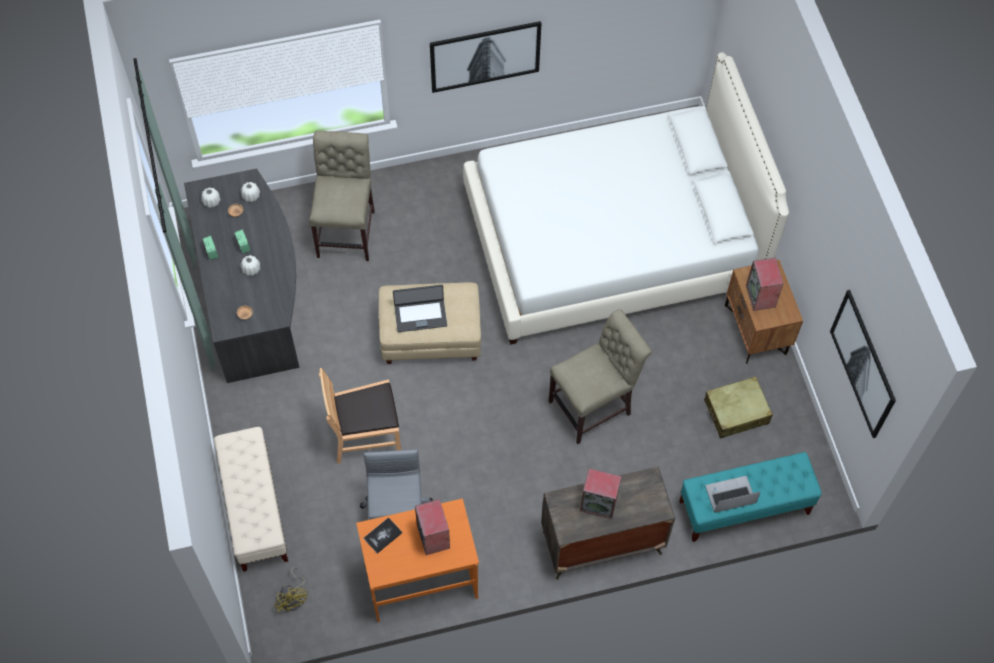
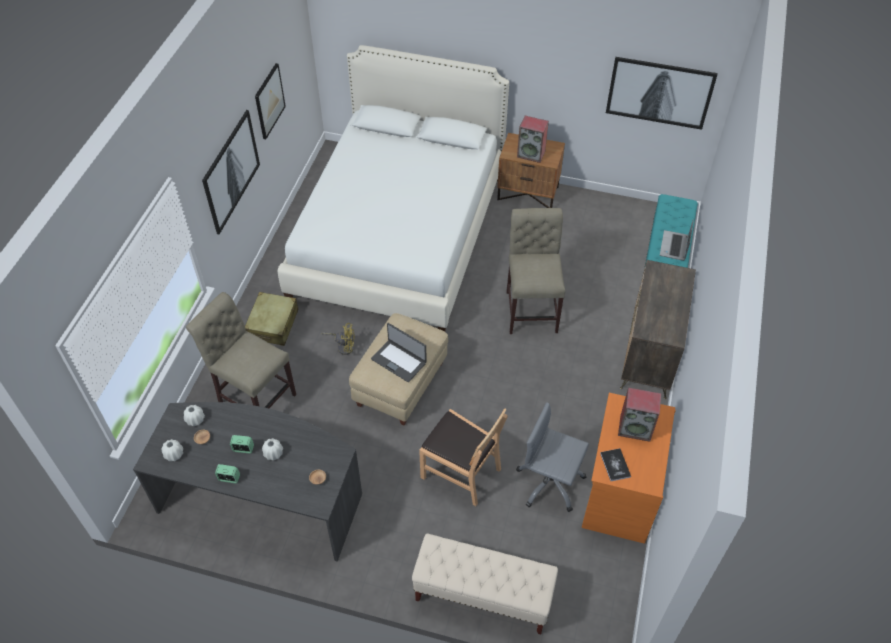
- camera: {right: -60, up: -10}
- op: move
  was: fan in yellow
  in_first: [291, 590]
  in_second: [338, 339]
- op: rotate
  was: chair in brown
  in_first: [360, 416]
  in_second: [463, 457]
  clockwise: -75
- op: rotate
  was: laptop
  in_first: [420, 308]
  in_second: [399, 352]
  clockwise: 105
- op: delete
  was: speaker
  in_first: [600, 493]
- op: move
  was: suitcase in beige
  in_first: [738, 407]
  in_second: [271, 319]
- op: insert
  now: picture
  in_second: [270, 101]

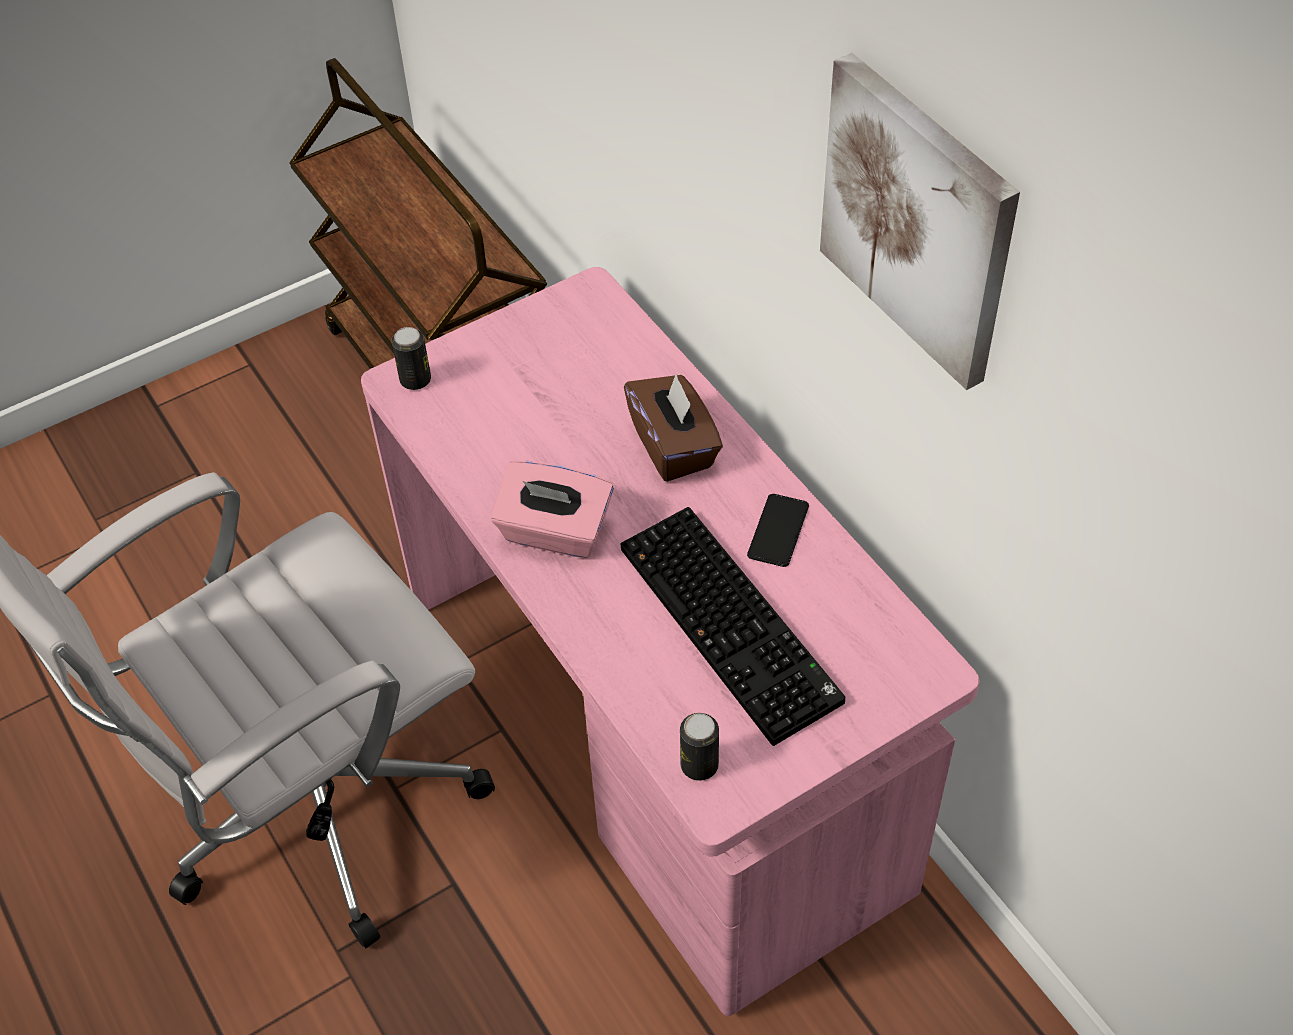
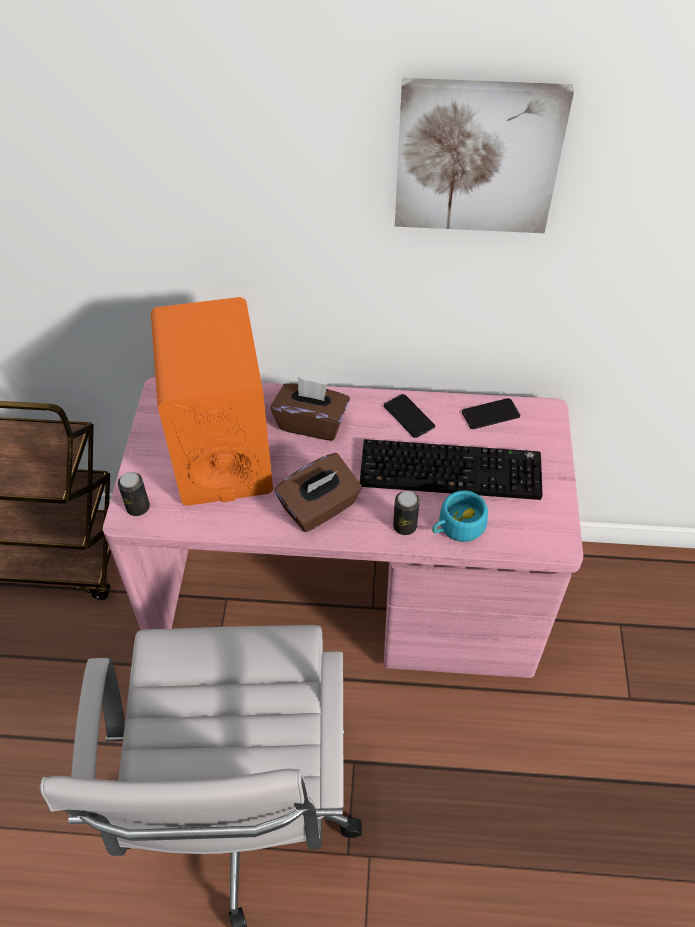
- camera: {right: -55, up: 0}
- op: recolor
  was: tissue box in pink
  now: tissue box in brown
  in_first: [552, 509]
  in_second: [318, 492]
- op: move
  was: can
  in_first: [699, 747]
  in_second: [406, 513]
- op: insert
  now: speaker in orange
  in_second: [212, 401]
- op: insert
  now: cup in turquoise
  in_second: [460, 516]
- op: insert
  now: phone
  in_second: [491, 413]

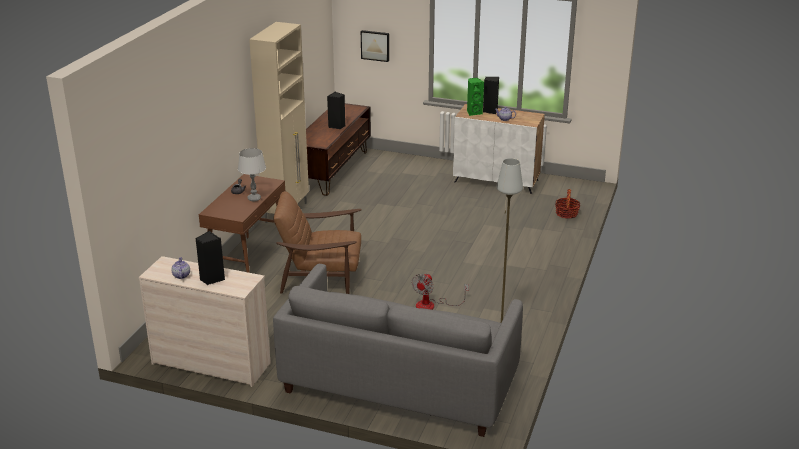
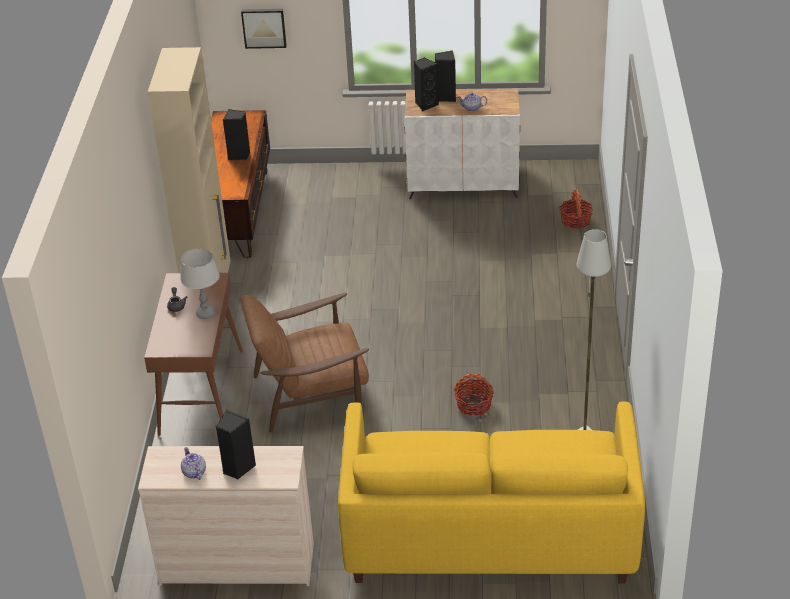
- camera: {right: -15, up: 10}
- op: recolor
  was: sofa in grey
  now: sofa in yellow
  in_first: [398, 350]
  in_second: [491, 492]
- op: replace
  was: fan
  now: basket
  in_first: [440, 291]
  in_second: [474, 395]
- op: recolor
  was: speaker in green
  now: speaker in black
  in_first: [475, 97]
  in_second: [426, 84]

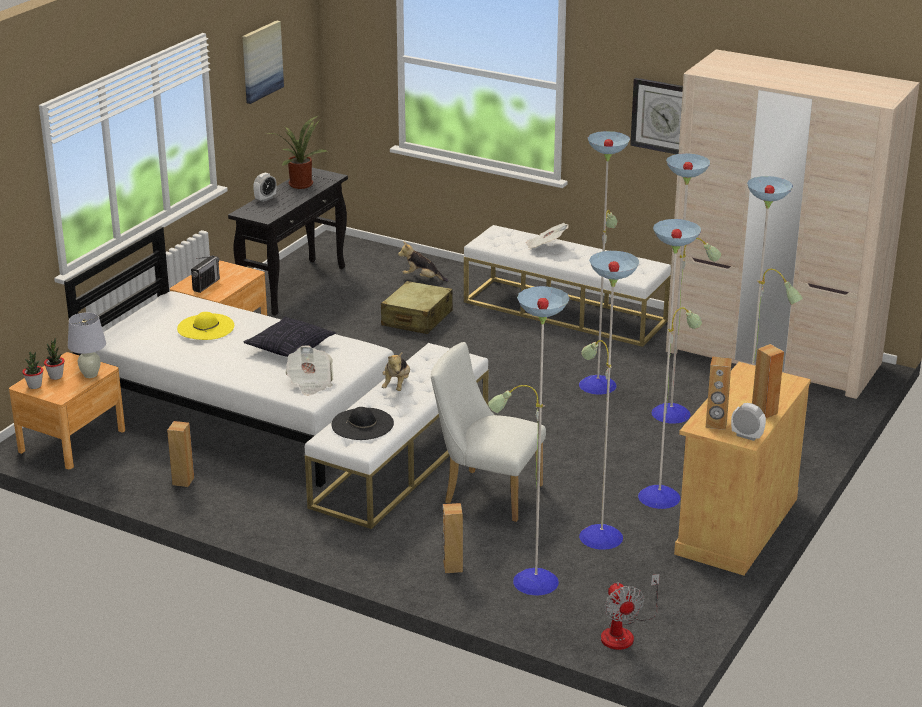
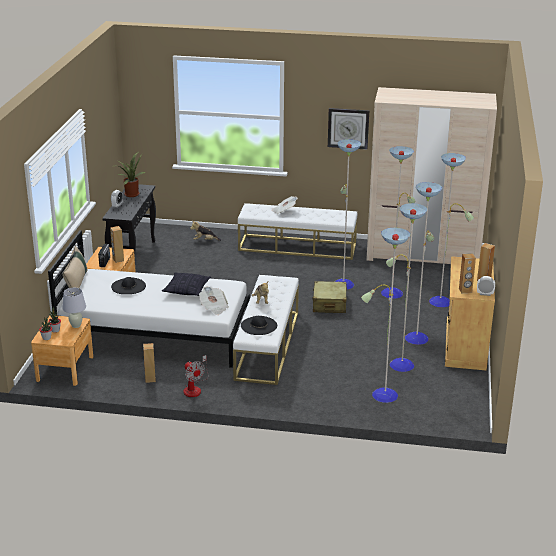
- camera: {right: -20, up: 0}
- op: recolor
  was: hat in yellow
  now: hat in black
  in_first: [205, 326]
  in_second: [128, 285]
- op: delete
  was: picture
  in_first: [263, 62]
- op: move
  was: suitcase in beige
  in_first: [417, 307]
  in_second: [329, 297]
- op: delete
  was: chair in white
  in_first: [488, 432]
- op: move
  was: speaker in brown
  in_first: [453, 538]
  in_second: [117, 244]
- op: move
  was: fan
  in_first: [630, 612]
  in_second: [196, 376]
- op: insert
  now: pillow in beige
  in_second: [75, 267]

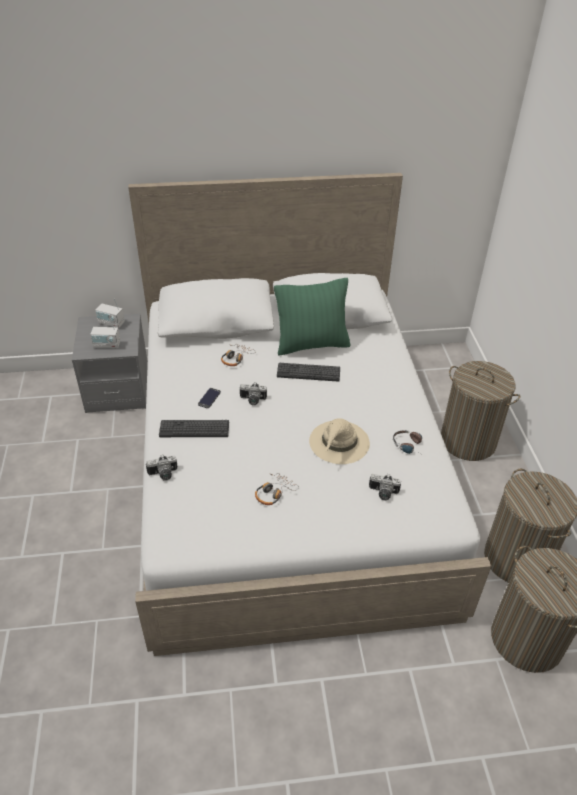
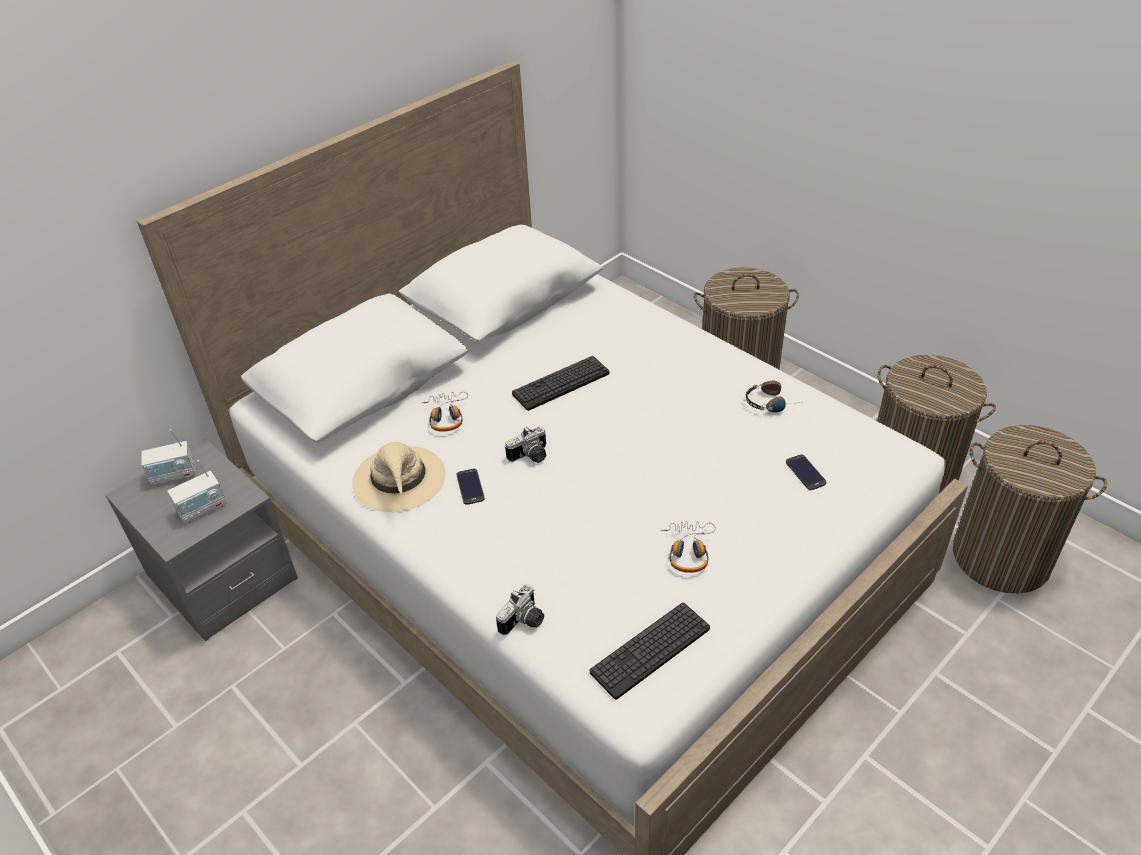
- camera: {right: -35, up: 0}
- op: move
  was: keyboard
  in_first: [194, 428]
  in_second: [650, 651]
- op: delete
  was: pillow in green
  in_first: [312, 316]
- op: move
  was: hat in beige
  in_first: [339, 441]
  in_second: [399, 477]
- op: replace
  was: photo camera
  now: phone
  in_first: [385, 487]
  in_second: [806, 472]

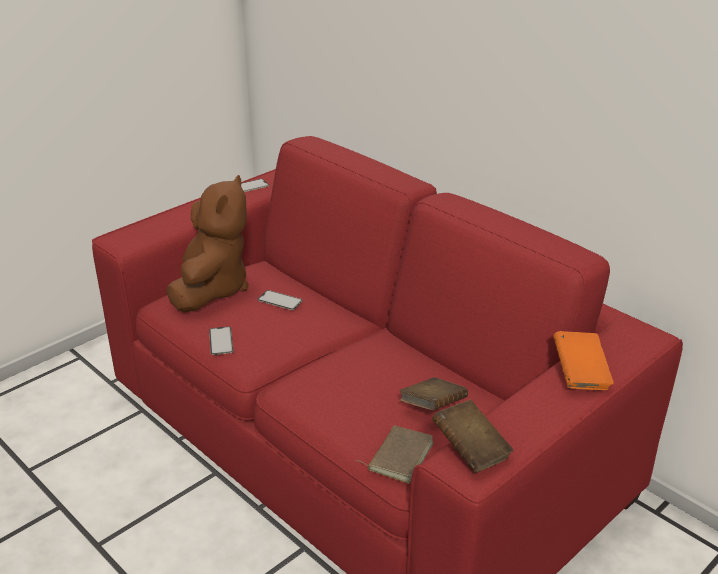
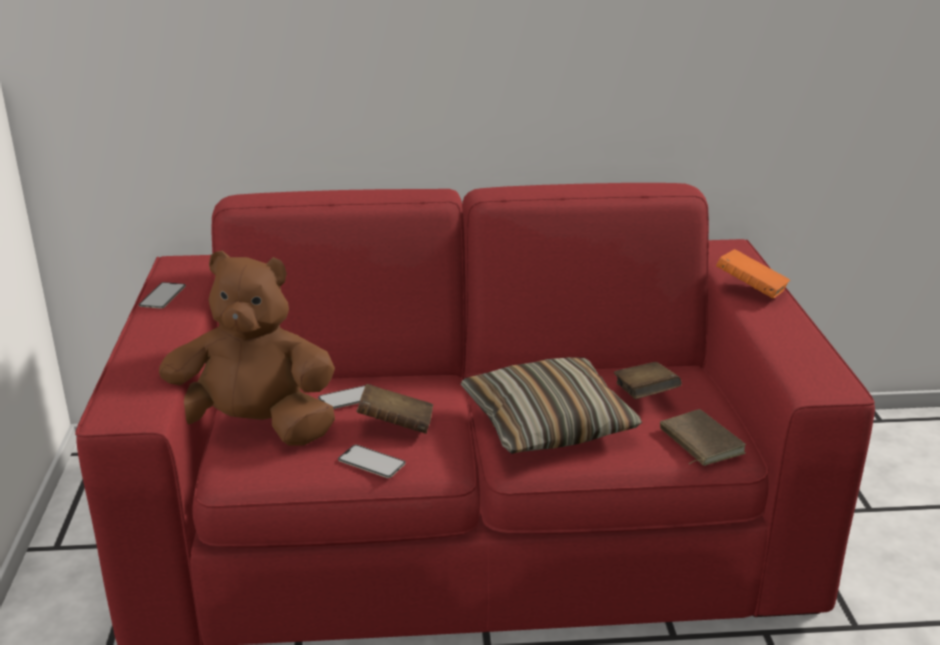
- camera: {right: -50, up: -5}
- op: rotate
  was: plush toy in brown
  in_first: [207, 243]
  in_second: [247, 348]
  clockwise: -45
- op: move
  was: book in brown
  in_first: [472, 436]
  in_second: [394, 409]
- op: insert
  now: pillow
  in_second: [551, 405]

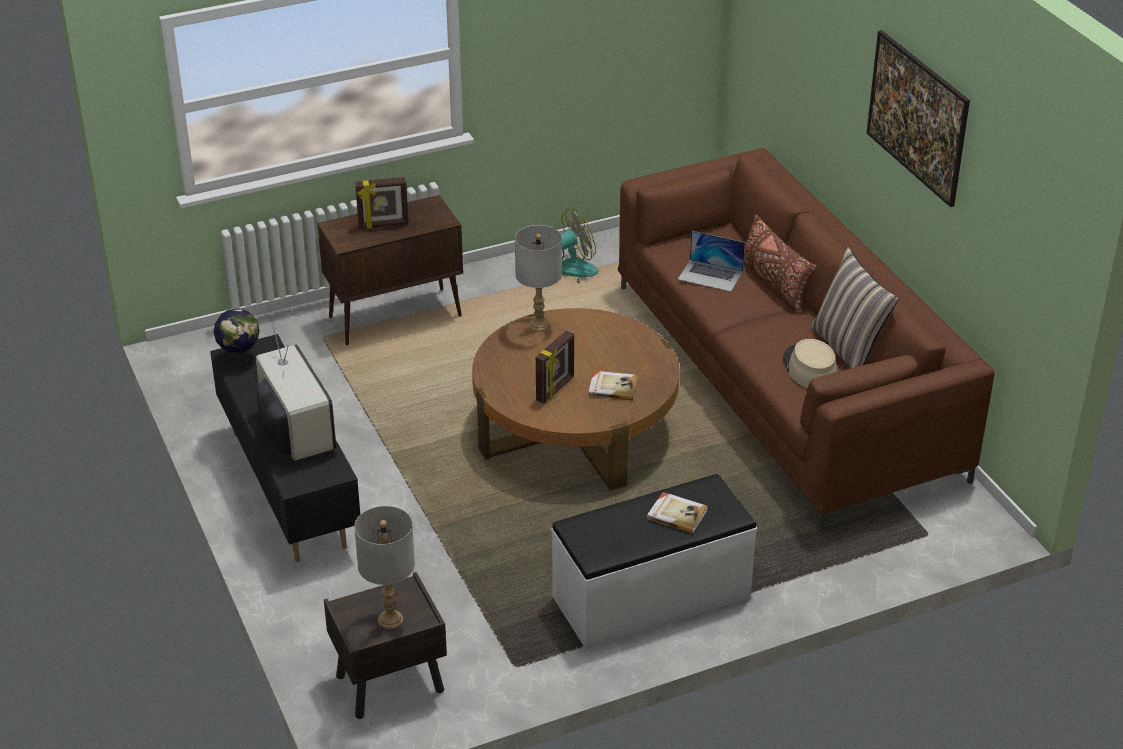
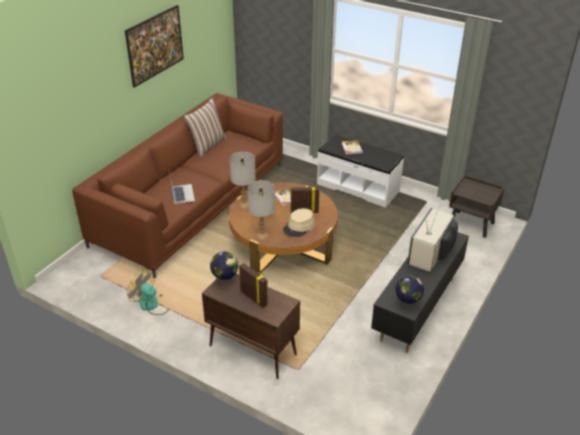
- camera: {right: -125, up: 0}
- op: move
  was: table lamp in grey
  in_first: [384, 567]
  in_second: [243, 180]
- op: delete
  was: pillow in brown
  in_first: [780, 263]
- op: move
  was: hat in beige
  in_first: [810, 363]
  in_second: [299, 222]
- op: insert
  now: globe
  in_second: [224, 271]

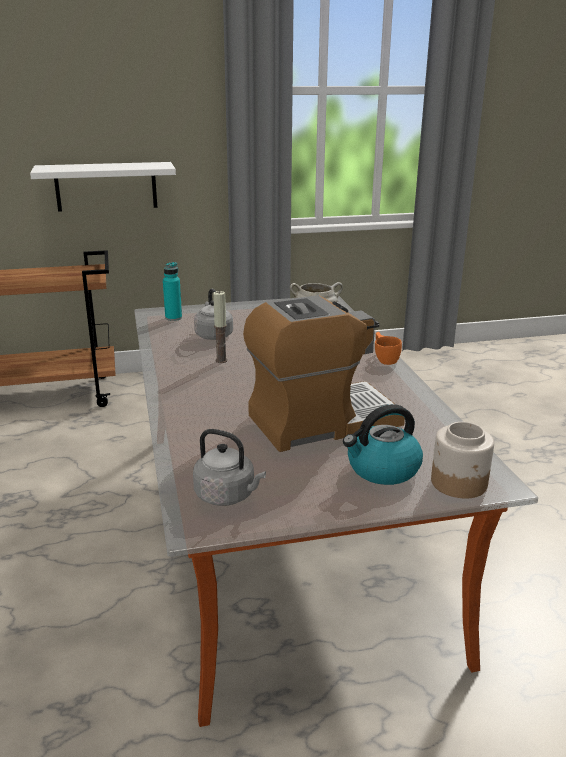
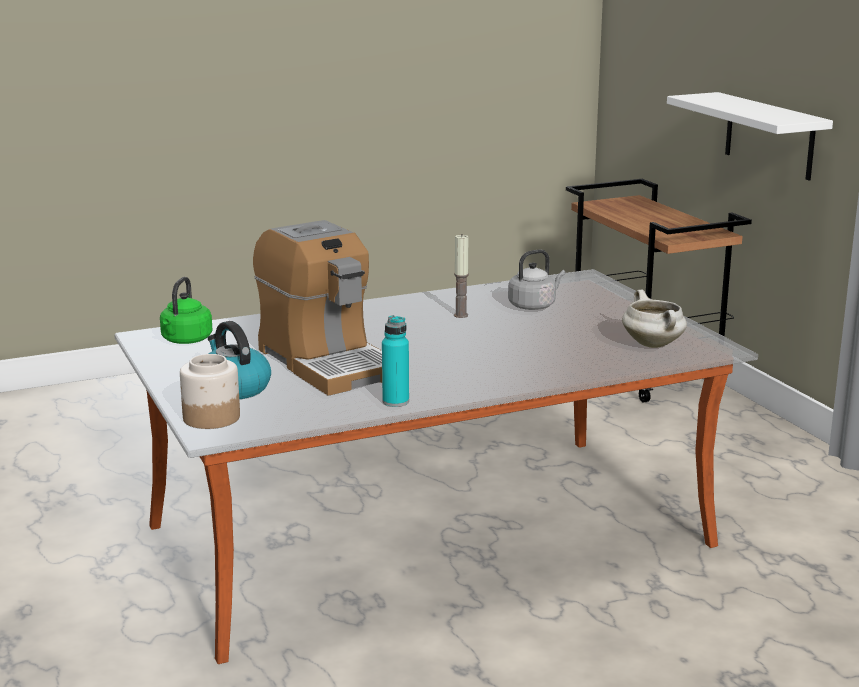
- camera: {right: 80, up: -5}
- op: move
  was: bottle in turquoise
  in_first: [172, 291]
  in_second: [395, 361]
- op: recolor
  was: kettle in grey
  now: kettle in green
  in_first: [229, 467]
  in_second: [186, 310]
- op: delete
  was: cup in orange
  in_first: [388, 348]

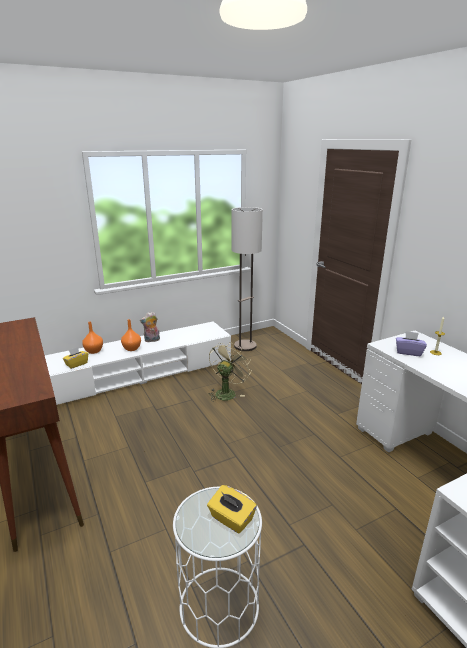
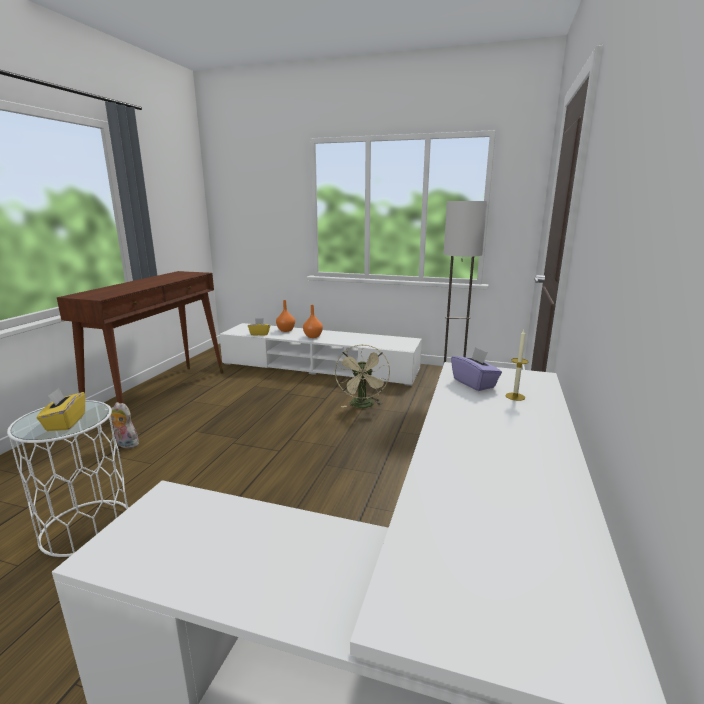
- camera: {right: 45, up: -5}
- op: move
  was: plush toy
  in_first: [150, 327]
  in_second: [125, 425]
- op: rotate
  was: fan in beige
  in_first: [230, 372]
  in_second: [362, 376]
  clockwise: 105

